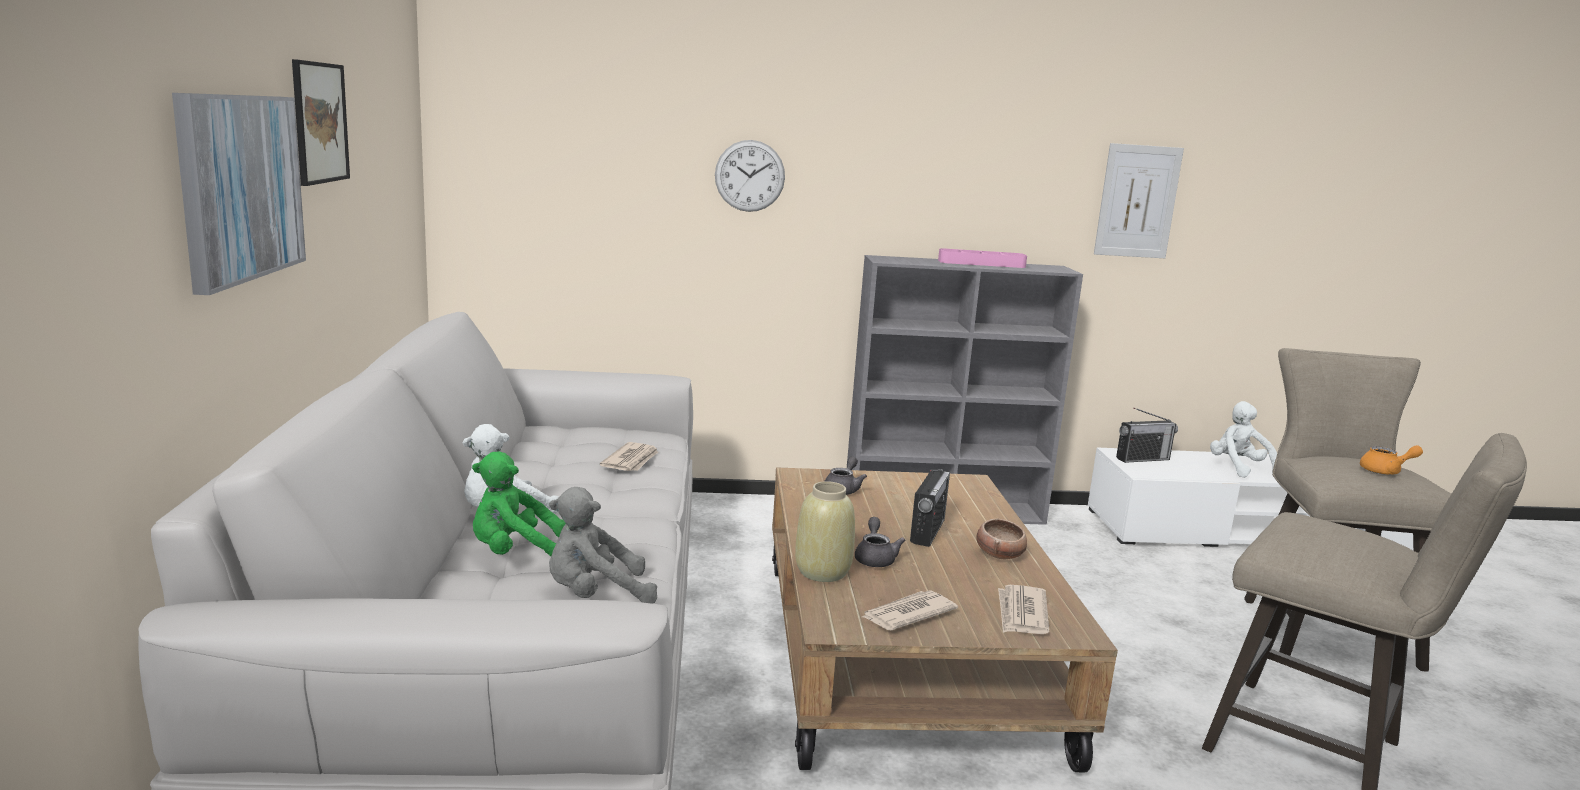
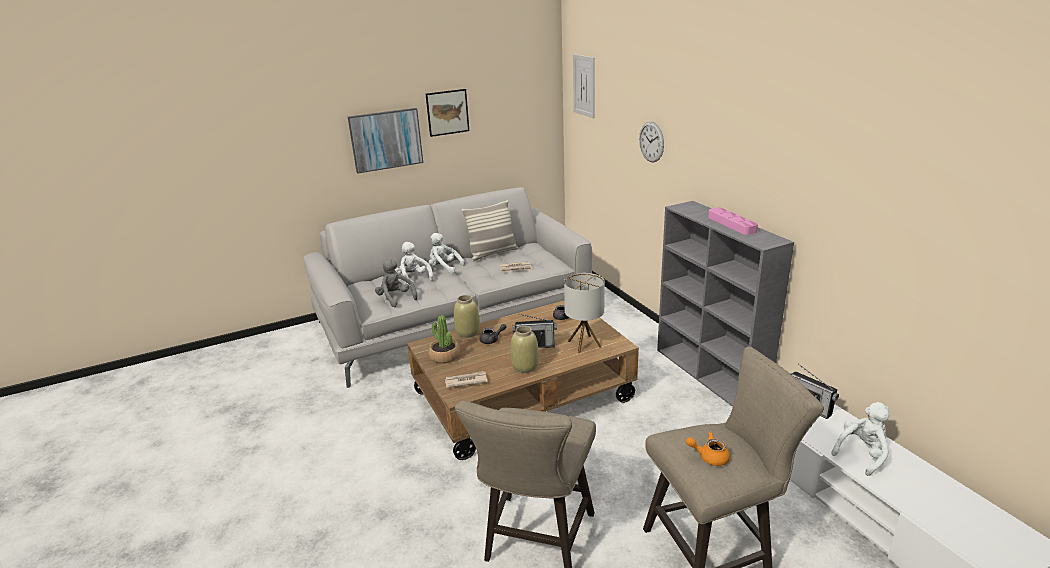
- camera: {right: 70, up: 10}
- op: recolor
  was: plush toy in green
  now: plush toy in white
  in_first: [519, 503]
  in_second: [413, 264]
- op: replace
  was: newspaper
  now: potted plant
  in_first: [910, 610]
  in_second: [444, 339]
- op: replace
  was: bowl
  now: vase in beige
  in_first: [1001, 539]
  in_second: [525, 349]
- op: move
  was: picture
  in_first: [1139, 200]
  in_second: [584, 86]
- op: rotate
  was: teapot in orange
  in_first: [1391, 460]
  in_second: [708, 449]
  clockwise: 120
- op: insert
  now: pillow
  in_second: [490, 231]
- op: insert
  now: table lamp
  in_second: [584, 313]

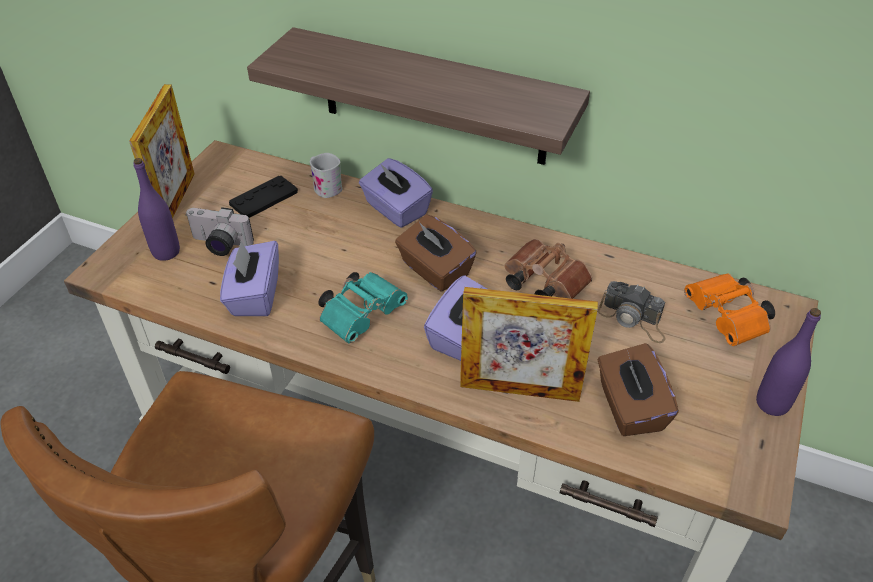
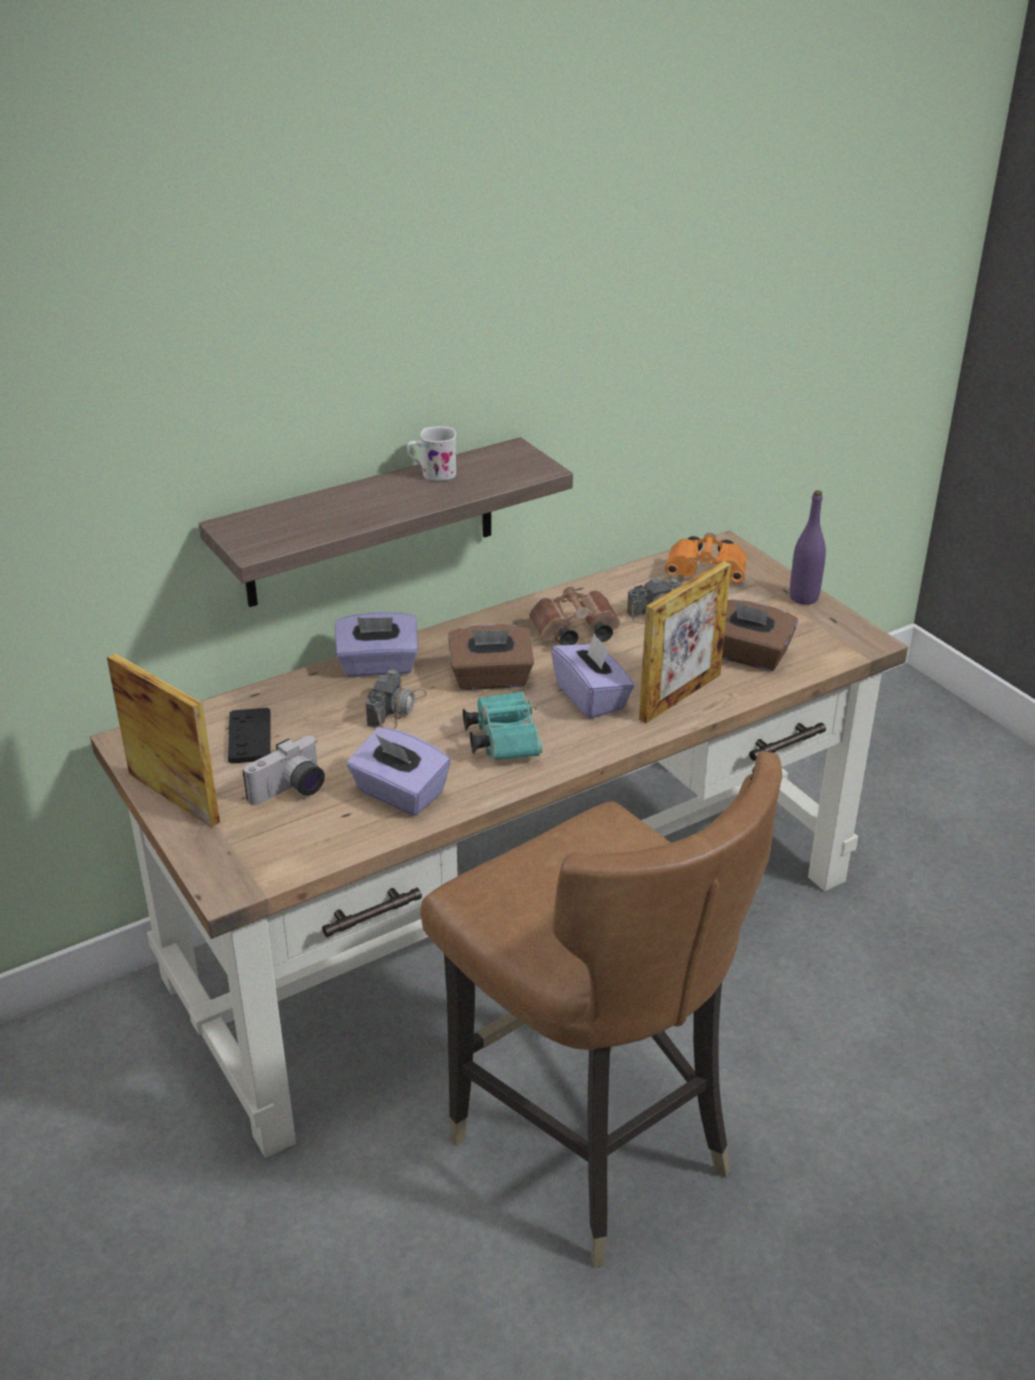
- camera: {right: -55, up: -10}
- op: delete
  was: bottle in purple
  in_first: [157, 209]
- op: move
  was: mug in white
  in_first: [326, 175]
  in_second: [431, 453]
- op: insert
  now: photo camera
  in_second: [396, 699]

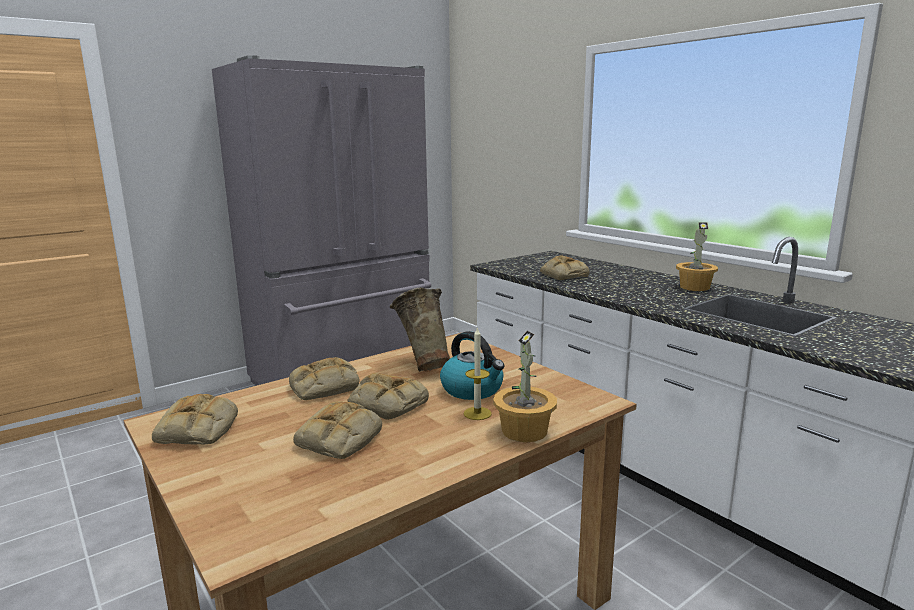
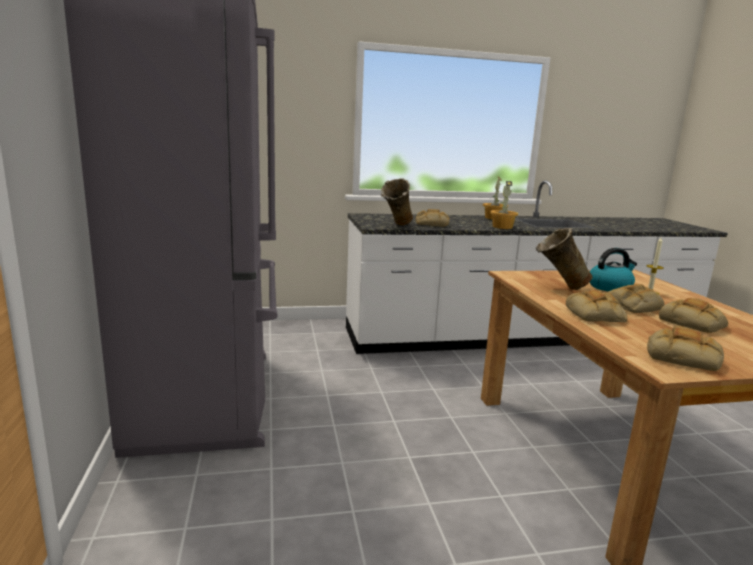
- camera: {right: -65, up: 0}
- op: move
  was: potted plant
  in_first: [525, 386]
  in_second: [504, 205]
- op: insert
  now: vase in beige
  in_second: [397, 202]

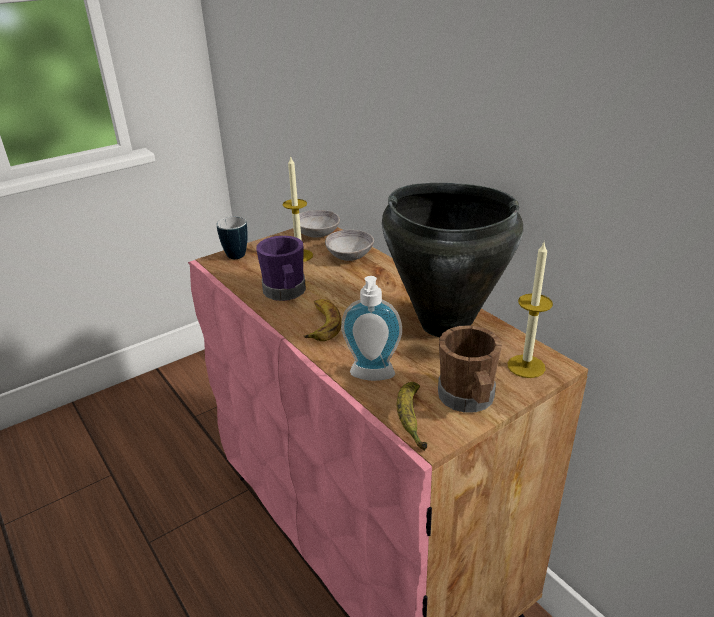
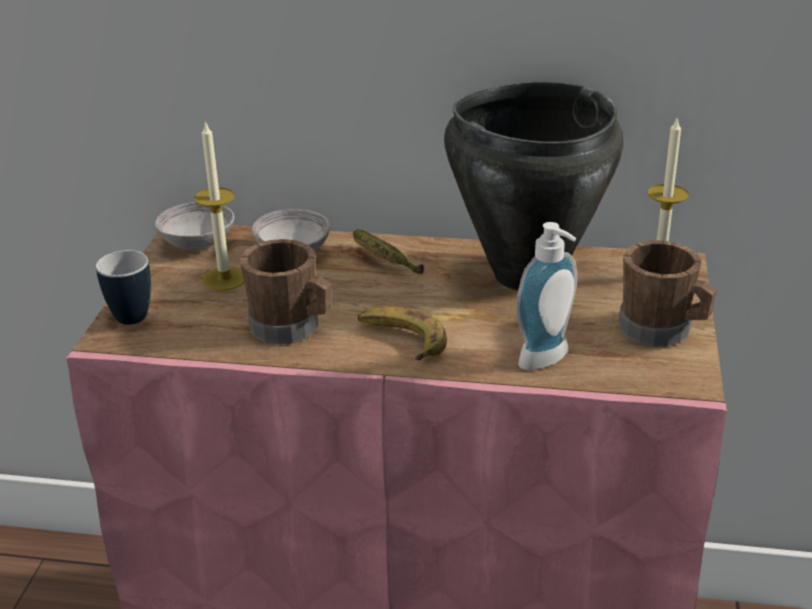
- camera: {right: -45, up: 0}
- op: recolor
  was: mug in purple
  now: mug in brown
  in_first: [281, 268]
  in_second: [286, 291]
- op: move
  was: banana
  in_first: [412, 416]
  in_second: [388, 251]

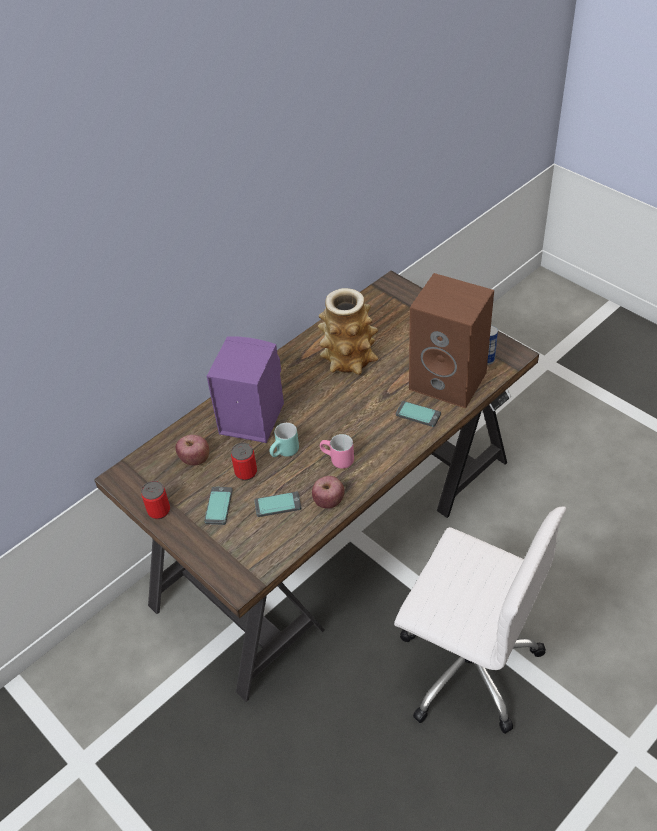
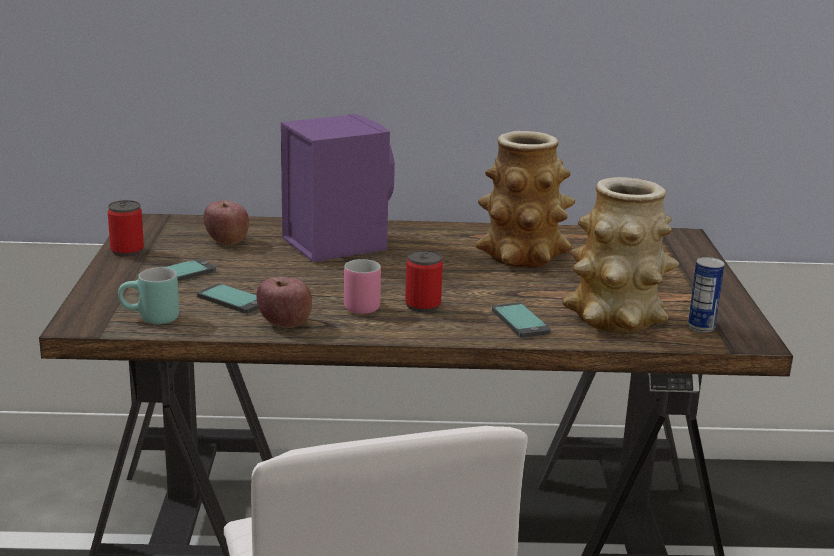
- camera: {right: 40, up: -25}
- op: move
  was: can
  in_first: [244, 461]
  in_second: [424, 281]
- op: move
  was: mug in turquoise
  in_first: [284, 440]
  in_second: [148, 295]
- op: replace
  was: speaker in brown
  now: vase
  in_first: [451, 341]
  in_second: [620, 255]

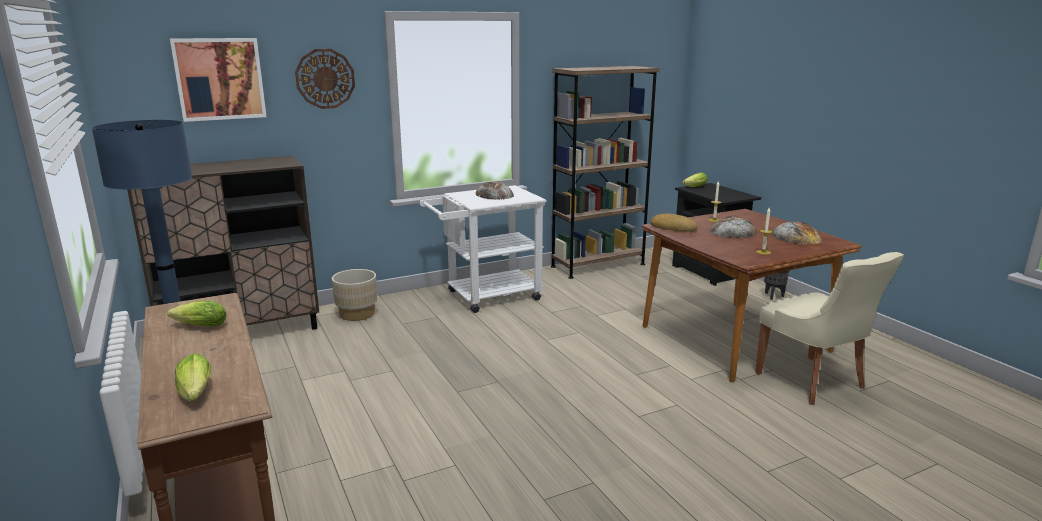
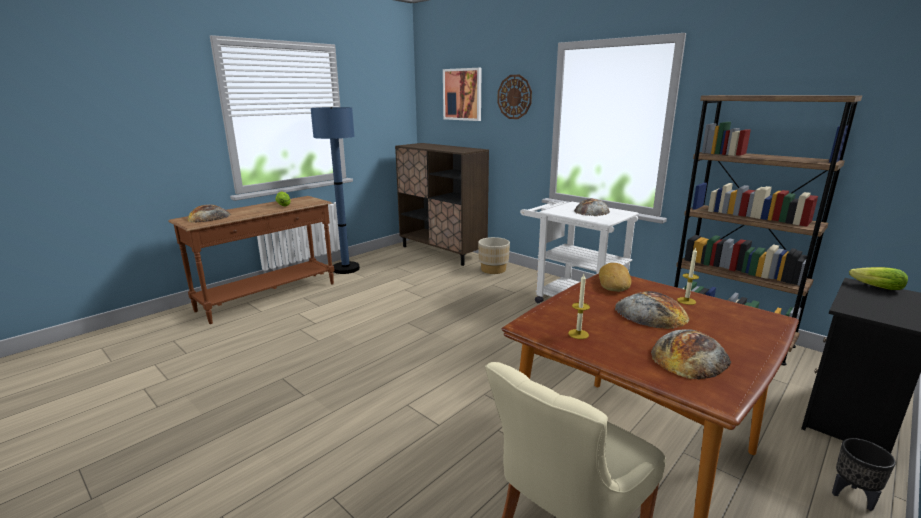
- camera: {right: 70, up: 0}
- op: replace
  was: lettuce
  now: bread
  in_first: [193, 377]
  in_second: [208, 213]

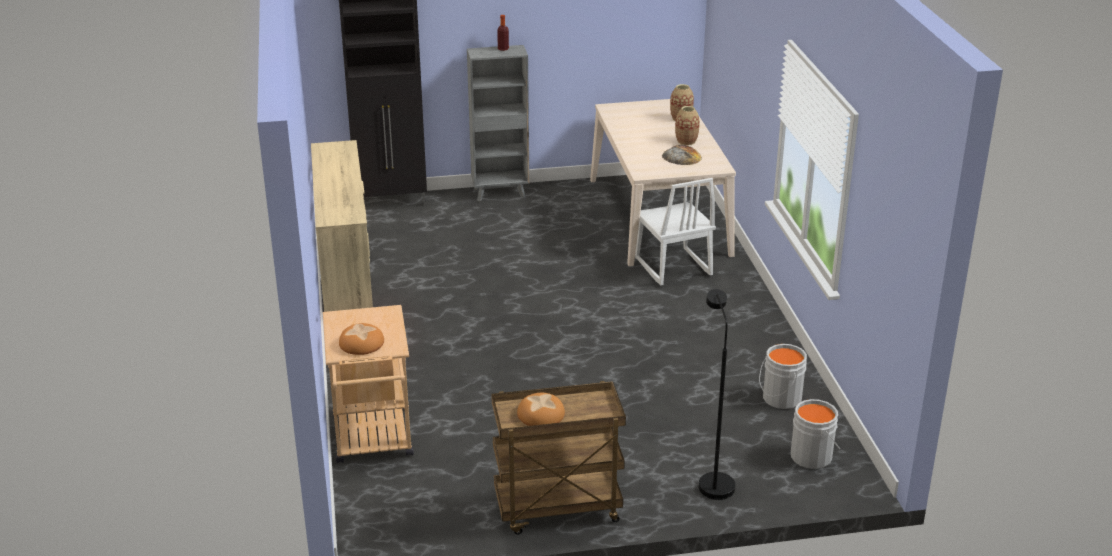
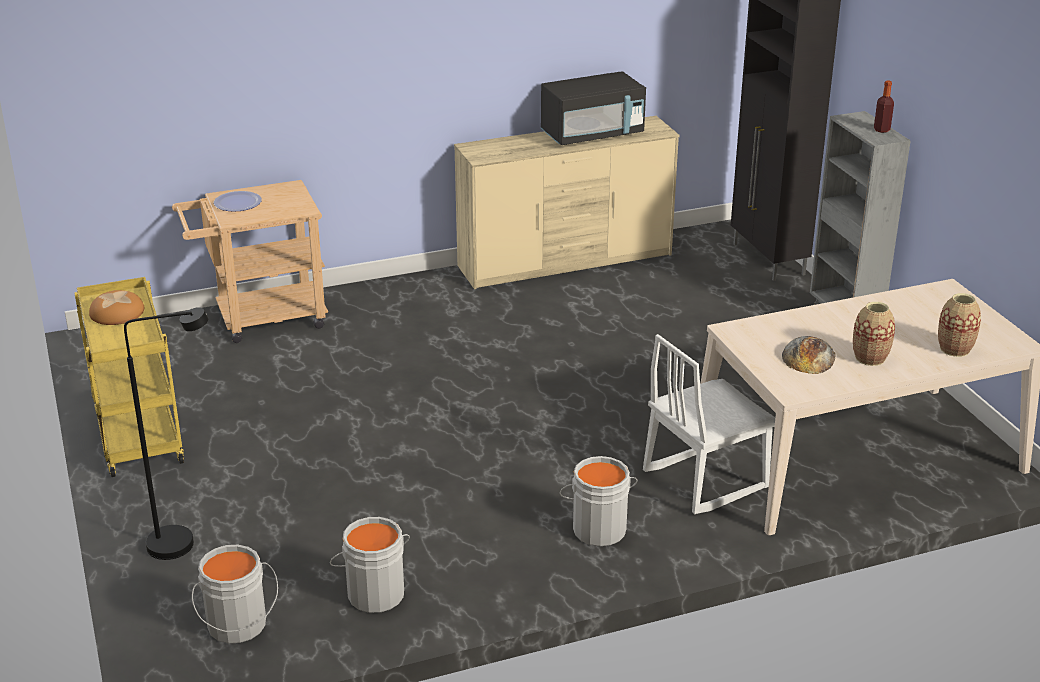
- camera: {right: 80, up: 0}
- op: replace
  was: bread
  now: plate
  in_first: [361, 339]
  in_second: [238, 201]
- op: recolor
  was: cart in brown
  now: cart in yellow
  in_first: [558, 458]
  in_second: [129, 377]
- op: insert
  now: microwave in black
  in_second: [593, 108]
- op: insert
  now: bucket in grey
  in_second: [599, 501]

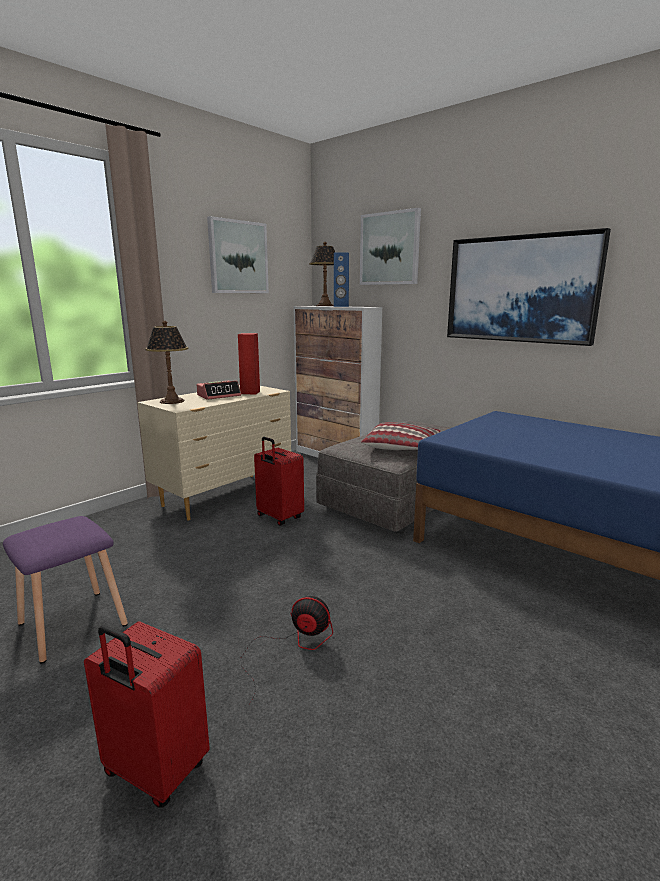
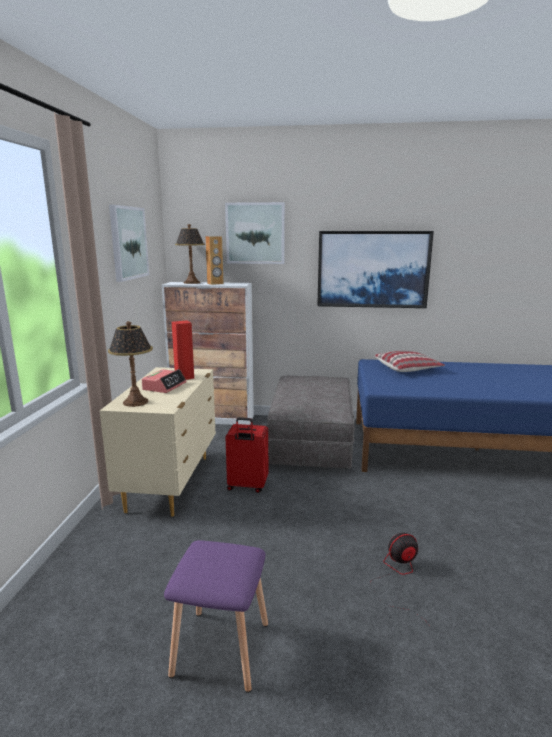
- camera: {right: -35, up: 0}
- op: delete
  was: suitcase in red
  in_first: [147, 715]
- op: recolor
  was: speaker in blue
  now: speaker in brown
  in_first: [341, 279]
  in_second: [214, 260]
- op: move
  was: pillow
  in_first: [401, 436]
  in_second: [409, 361]

